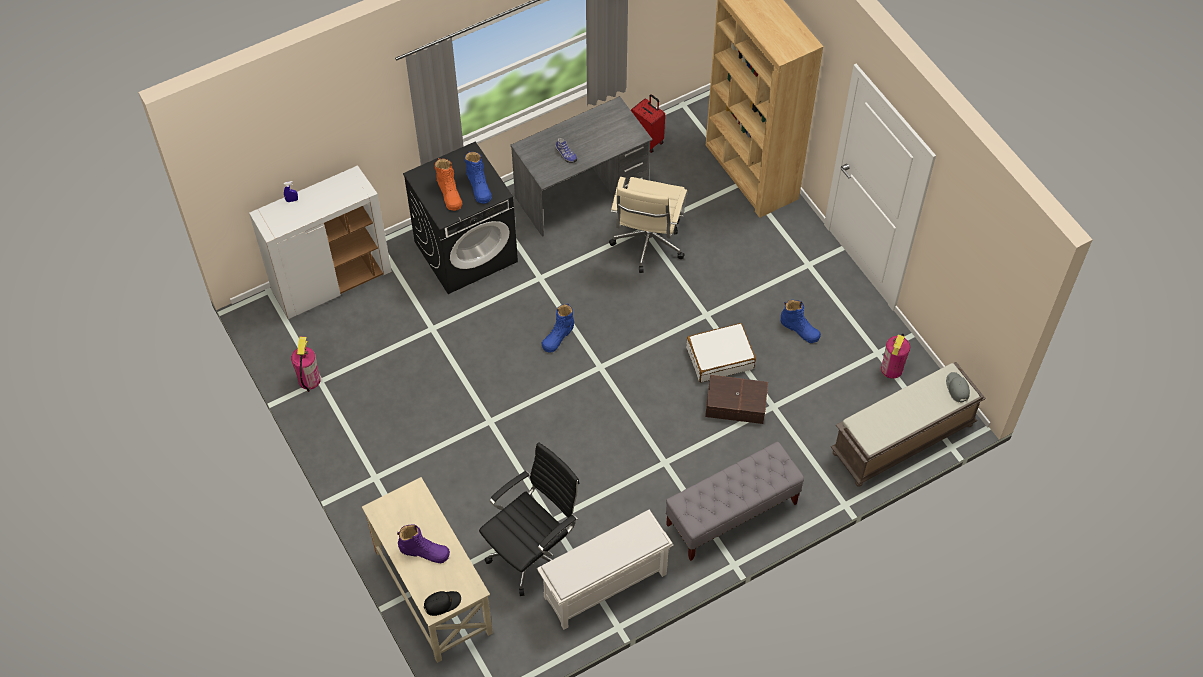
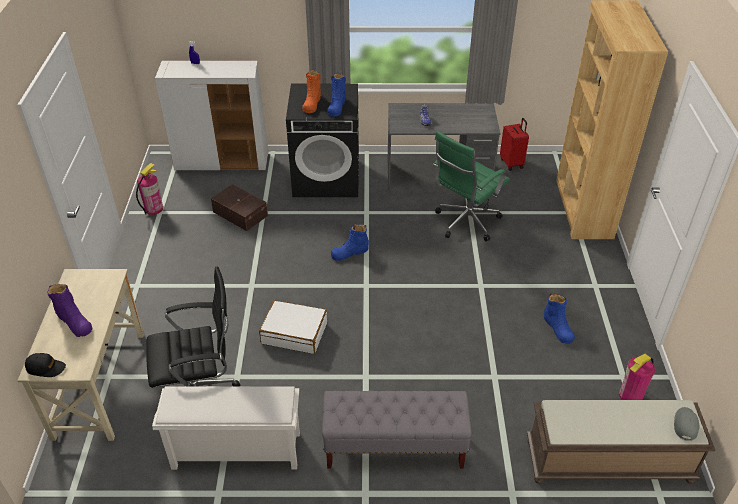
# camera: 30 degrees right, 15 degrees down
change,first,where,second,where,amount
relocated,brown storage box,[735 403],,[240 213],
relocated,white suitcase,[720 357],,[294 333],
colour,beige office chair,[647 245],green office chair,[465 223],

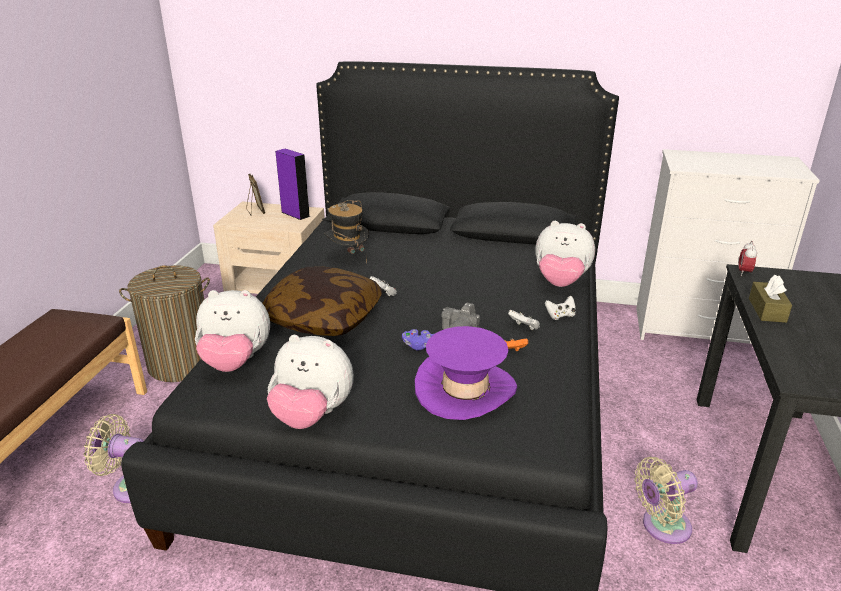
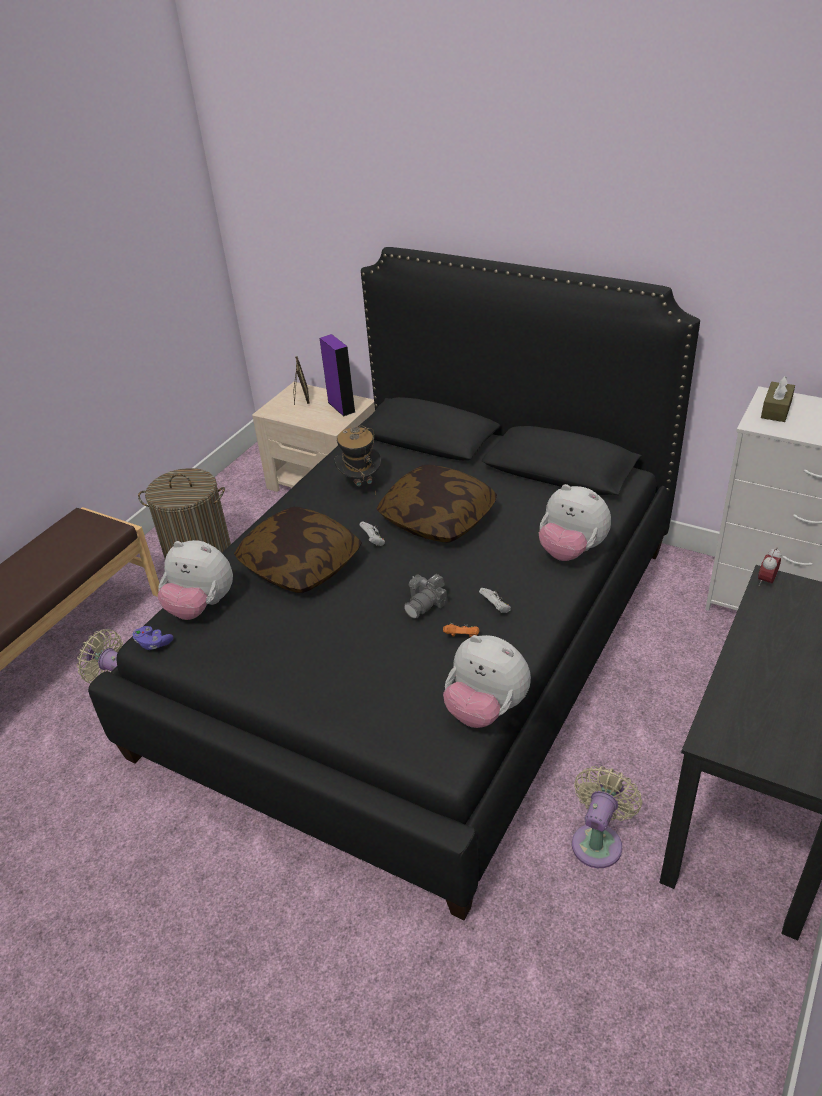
# camera: 20 degrees right, 10 degrees up
change,first,where,second,where,amount
relocated,purple game controller,[419 345],,[153 643],
appeared,,,pillow,[438 518],
relocated,plush toy,[312 415],,[486 709],
spun,beige fan,[662 526],,[599 841],120 degrees clockwise
relocated,brown tissue box,[767 310],,[776 409],
missing,purple hat,[465 389],,,
missing,white game controller,[560 316],,,

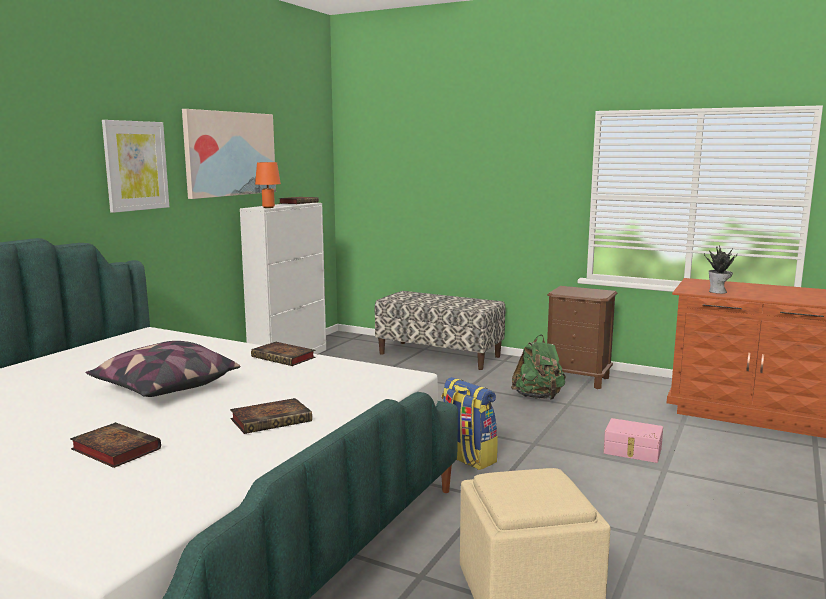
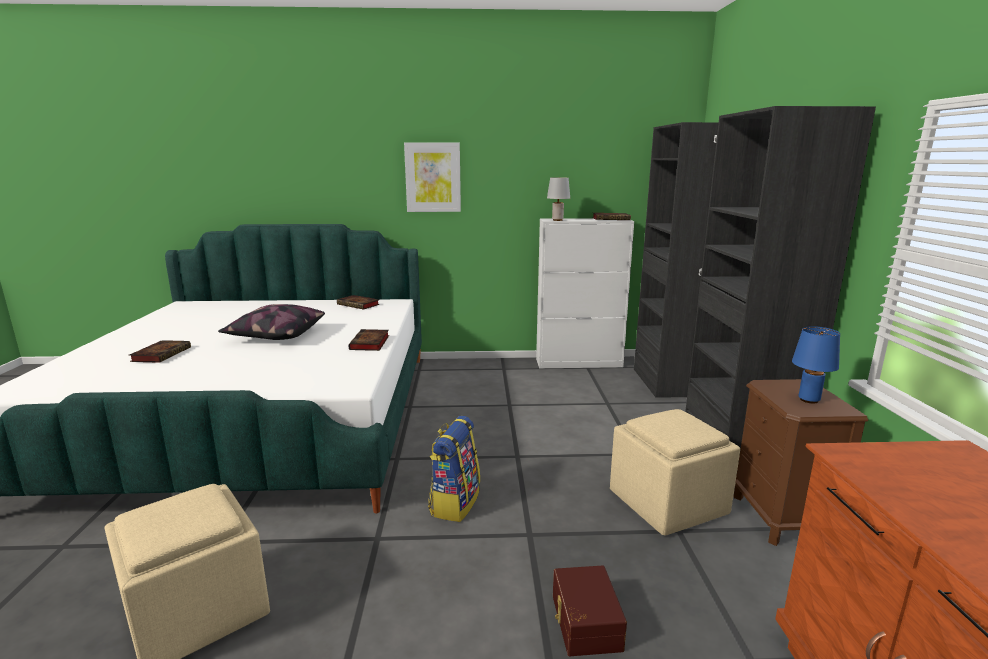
# camera: 60 degrees right, 5 degrees up
change,first,where,second,where,amount
relocated,book,[273 420],,[359 305],
colour,orange table lamp,[268 207],grey table lamp,[558 220],
colour,pink storage box,[632 451],brown storage box,[584 622],
exchanged,green backpack,[538 397],beige ottoman,[669 504],
exchanged,bench,[439 355],black wardrobe,[701 414],
appeared,,,blue table lamp,[808 400],
missing,picture,[230 153],,,
missing,potted plant,[718 292],,,

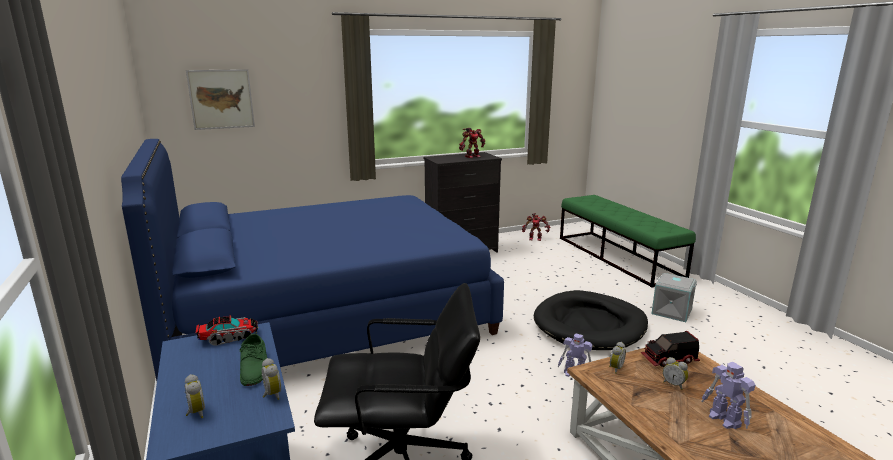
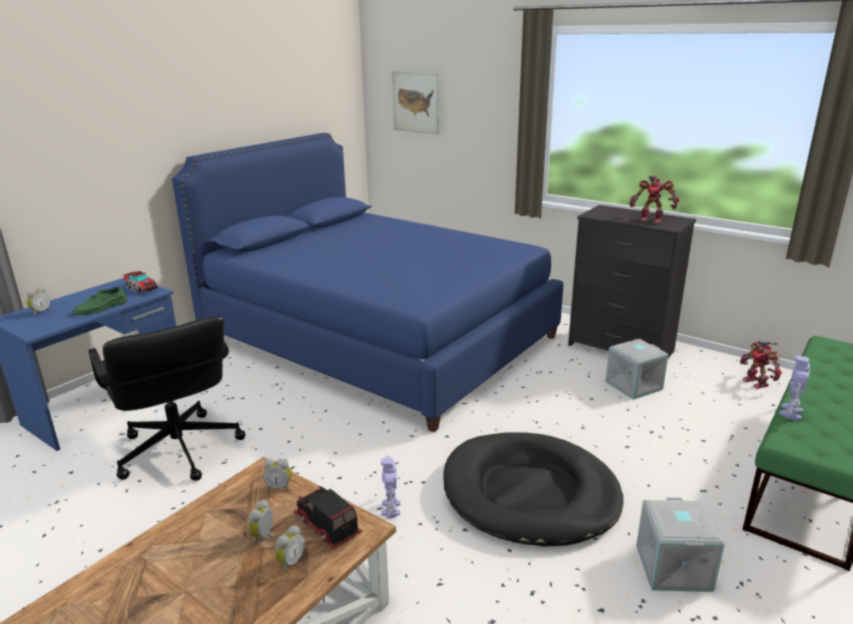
# camera: 60 degrees right, 5 degrees up
change,first,where,second,where,amount
relocated,alarm clock,[271 395],,[290 562],
appeared,,,grey storage box,[633 385],
relocated,toy robot,[725 420],,[791 413],

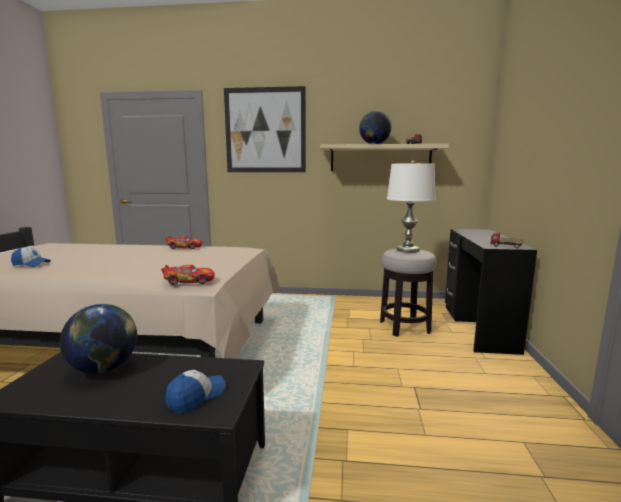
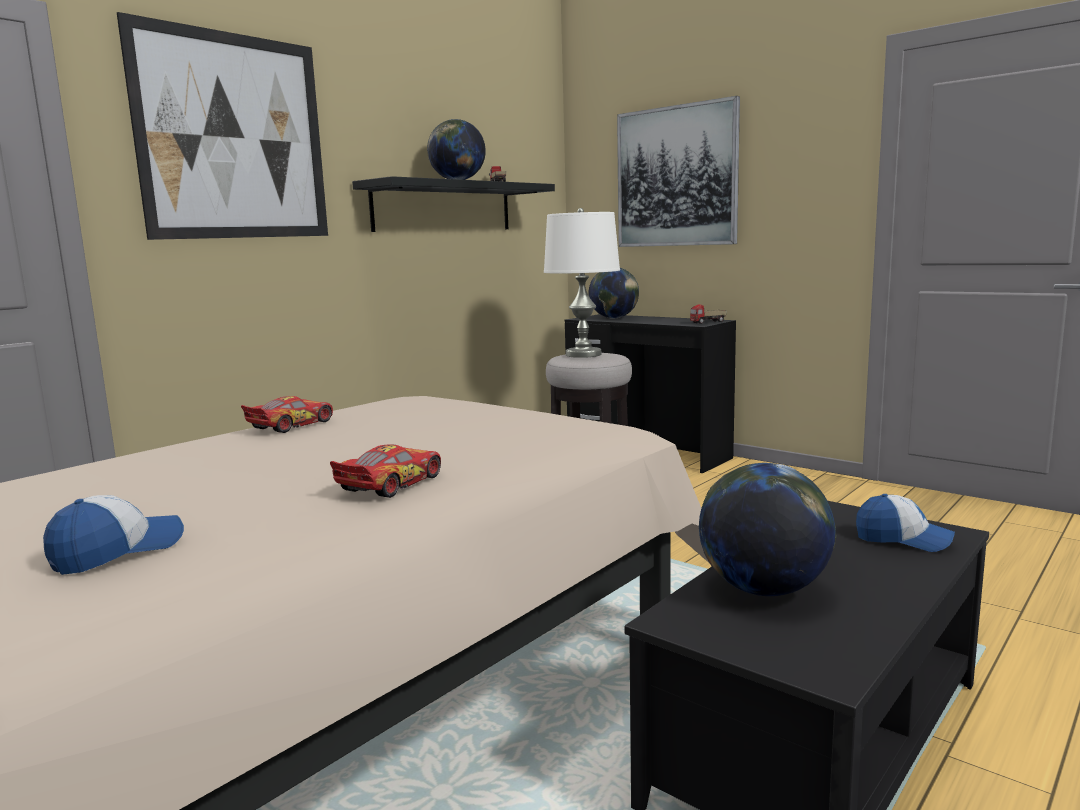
# camera: 55 degrees left, 0 degrees up
change,first,where,second,where,amount
relocated,toy car,[189 281],,[390 484],
colour,beige shelf,[380 158],black shelf,[443 207],
appeared,,,globe,[614 318],
appeared,,,picture,[676 177],
spun,cap,[196 397],,[903 539],135 degrees clockwise

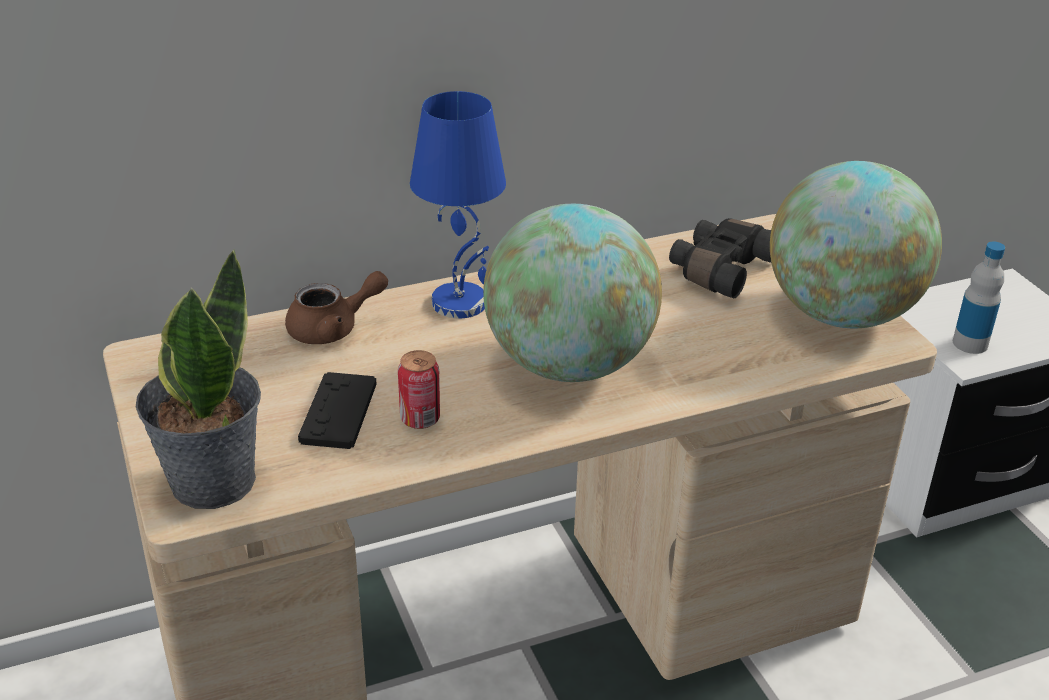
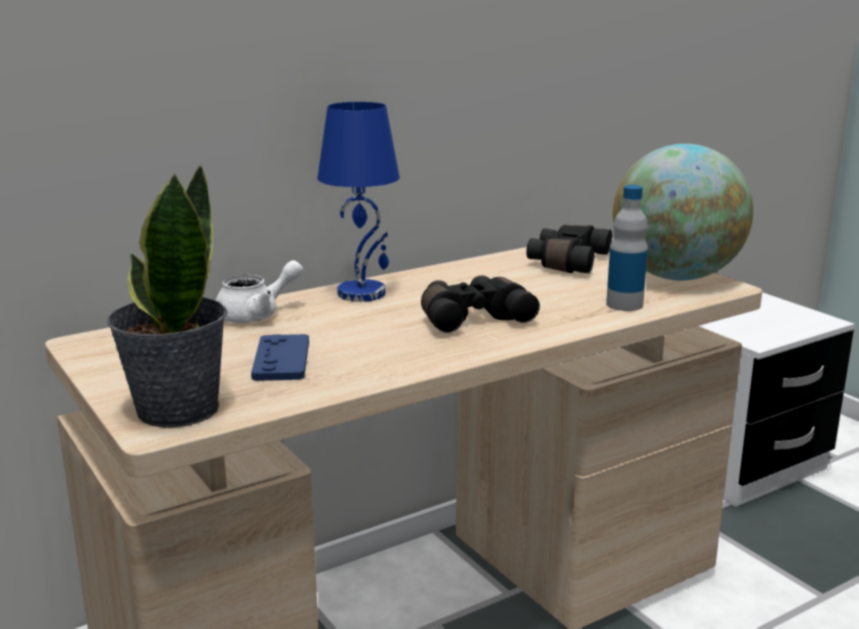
# camera: 10 degrees left, 15 degrees down
change,first,where,second,where,amount
colour,brown teapot,[333 329],white teapot,[257 315],
colour,black game controller,[338 412],blue game controller,[281 359],
exchanged,globe,[569 364],black binoculars,[472 318],
relocated,bottle,[970 343],,[624 304],
missing,can,[420 419],,,

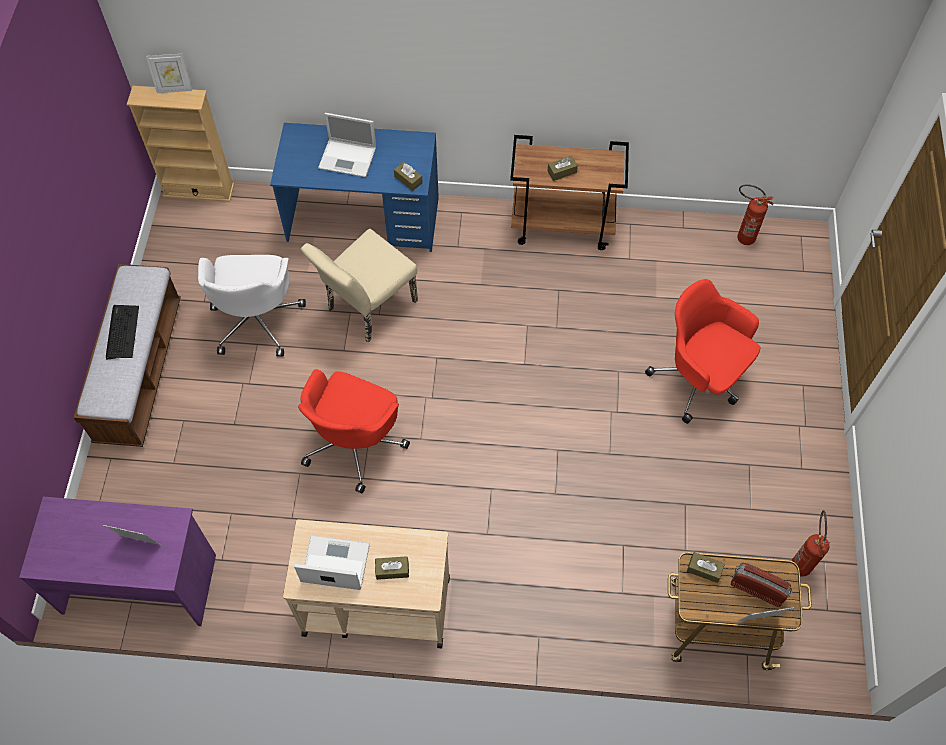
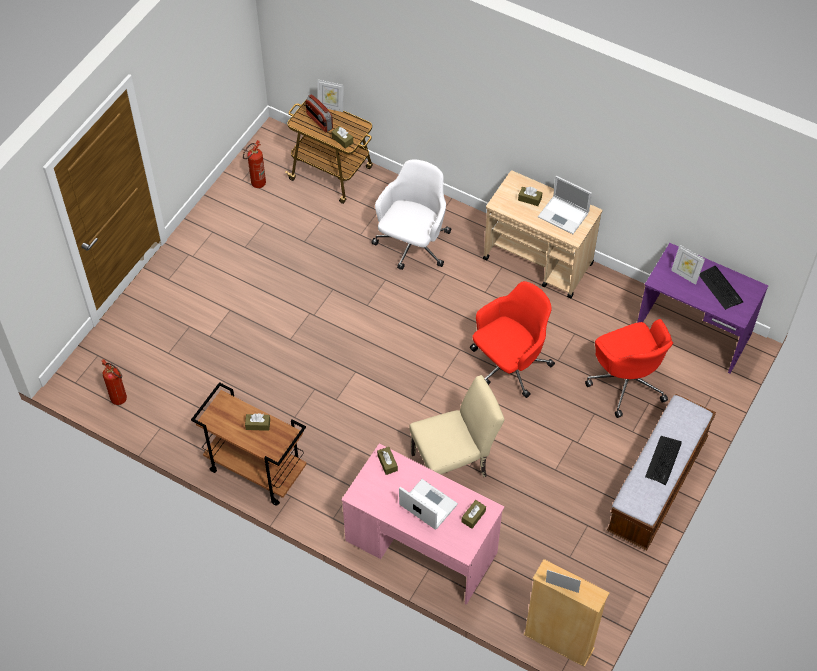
# camera: 155 degrees left, 5 degrees down
change,first,where,second,where,amount
colour,blue desk,[363 220],pink desk,[421 546],
relocated,white office chair,[257 320],,[412 245],
appeared,,,brown tissue box,[473 516],
relocated,red office chair,[699 379],,[626 381],
appeared,,,keyboard,[720 288],

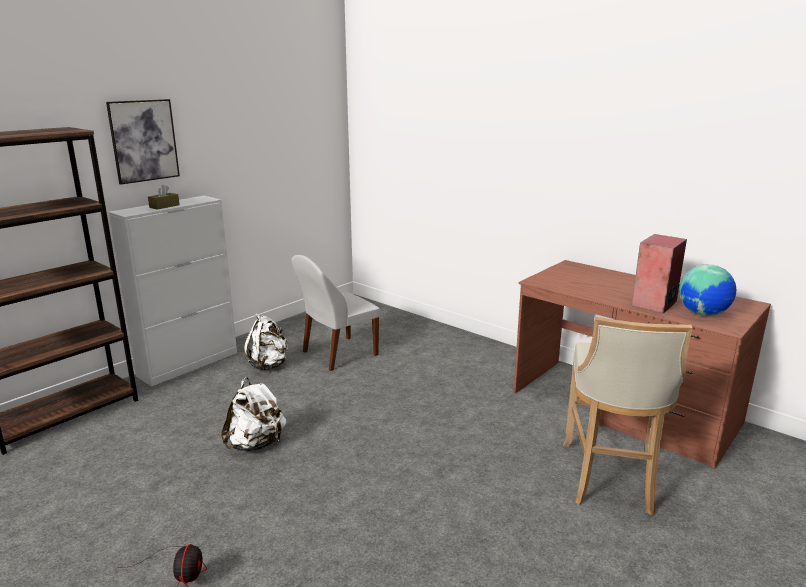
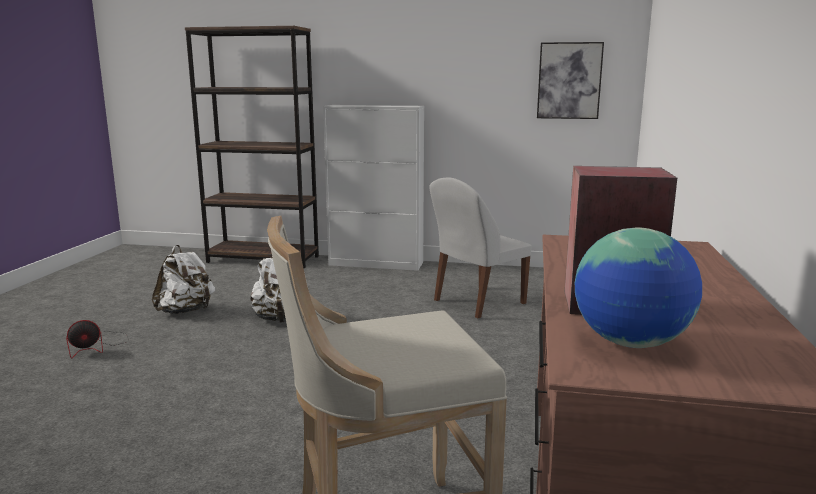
# camera: 60 degrees right, 5 degrees down
change,first,where,second,where,amount
relocated,white backpack,[269 365],,[186 311],
spun,white chair,[338 354],,[477 302],60 degrees counterclockwise
relocated,picture,[144 141],,[569 81],
missing,brown tissue box,[164 206],,,

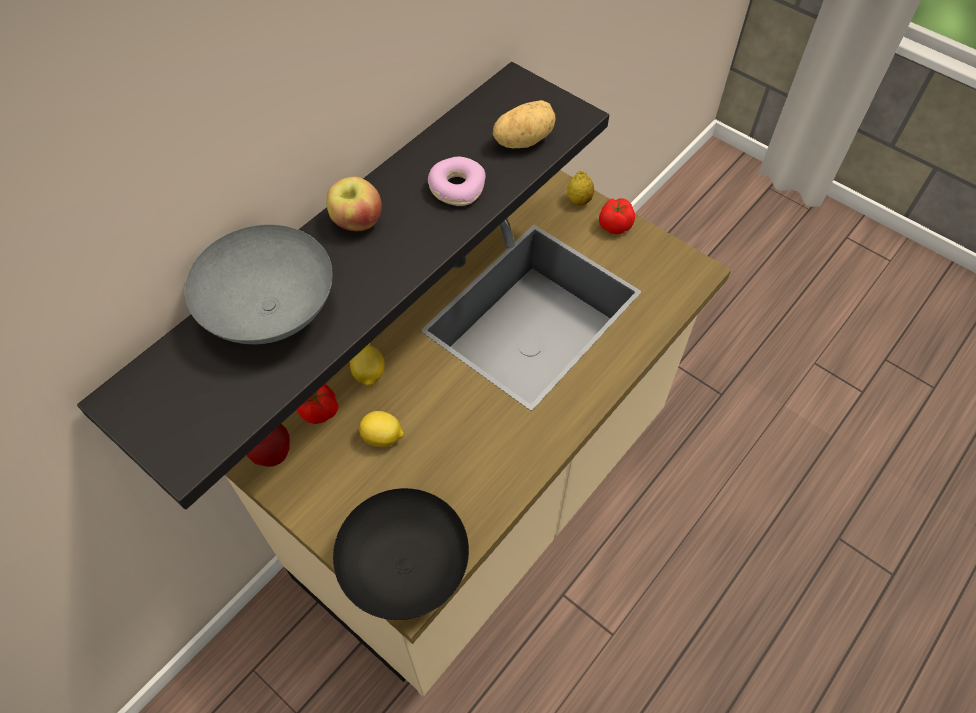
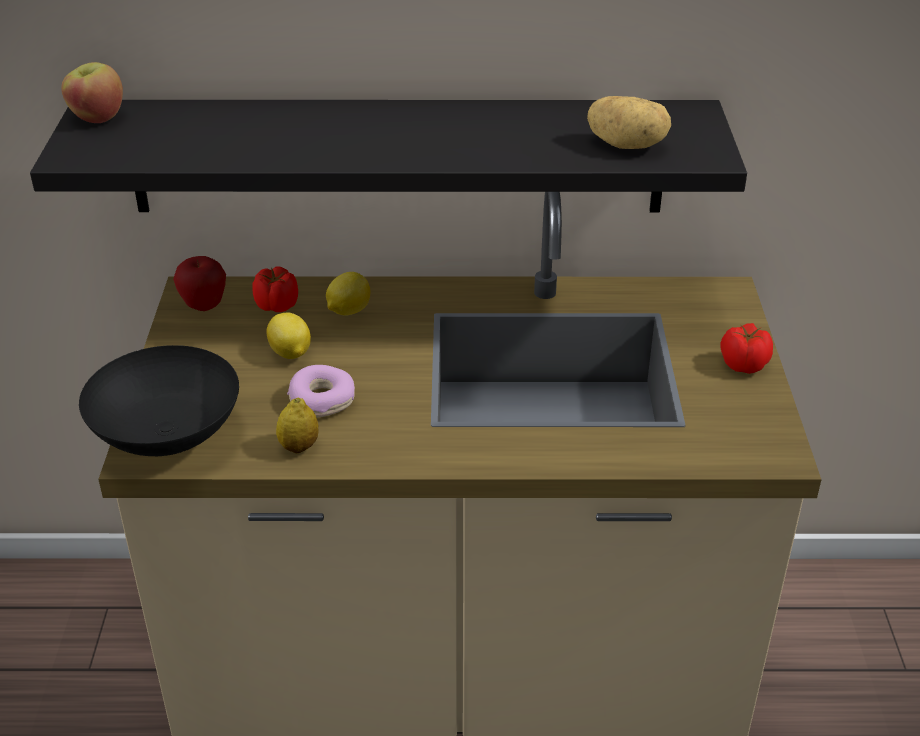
# camera: 50 degrees right, 20 degrees down
change,first,where,second,where,amount
relocated,apple,[357 222],,[97 117],
relocated,lemon,[579 200],,[299 447],
relocated,donut,[456 188],,[322 400],
missing,grey bowl,[272 310],,,

